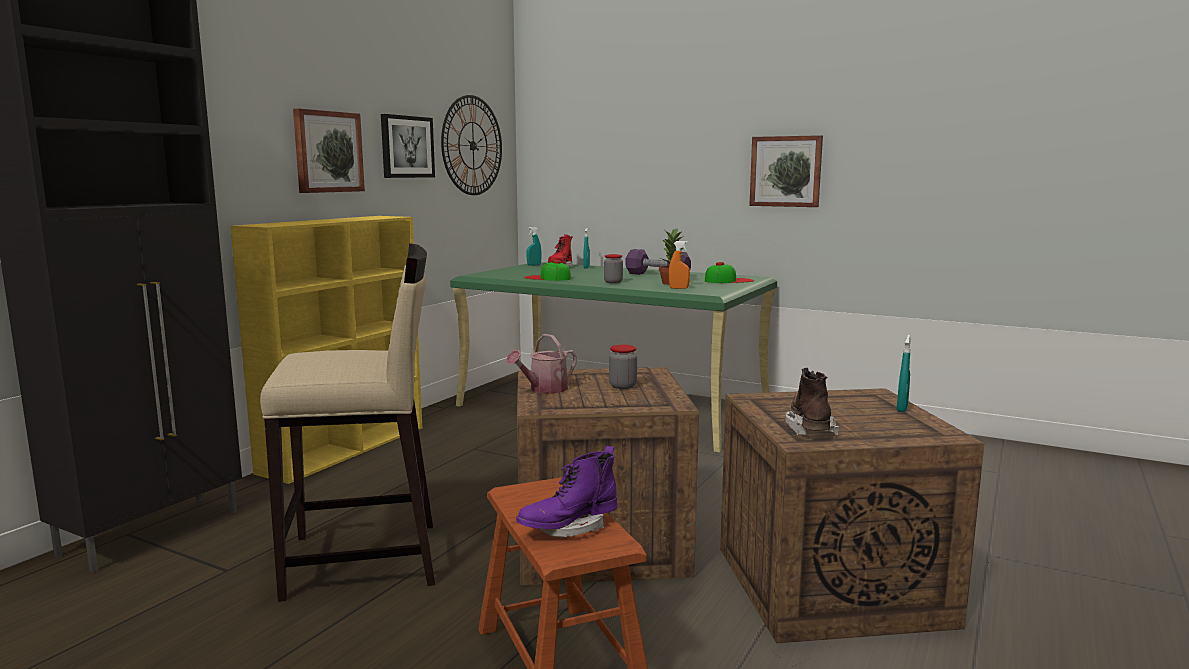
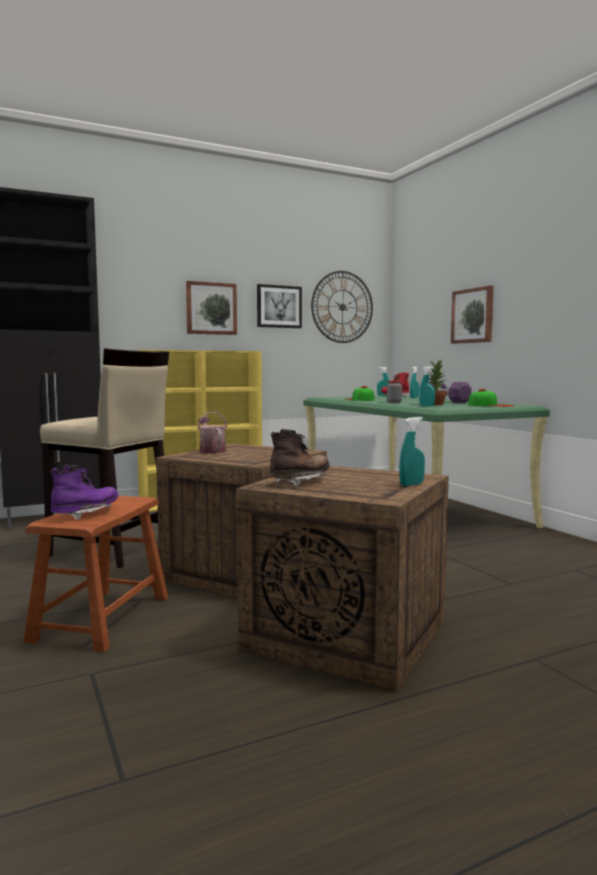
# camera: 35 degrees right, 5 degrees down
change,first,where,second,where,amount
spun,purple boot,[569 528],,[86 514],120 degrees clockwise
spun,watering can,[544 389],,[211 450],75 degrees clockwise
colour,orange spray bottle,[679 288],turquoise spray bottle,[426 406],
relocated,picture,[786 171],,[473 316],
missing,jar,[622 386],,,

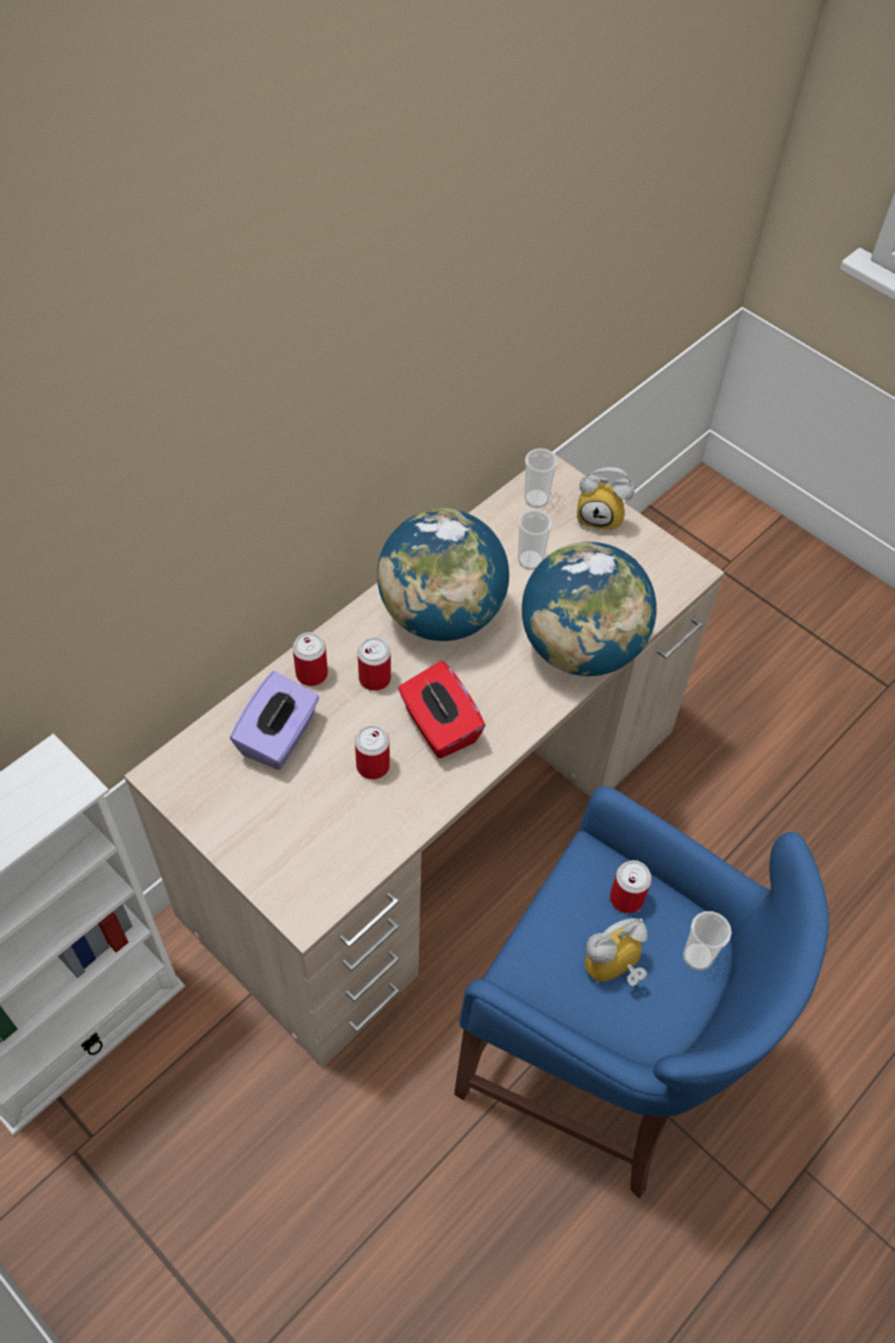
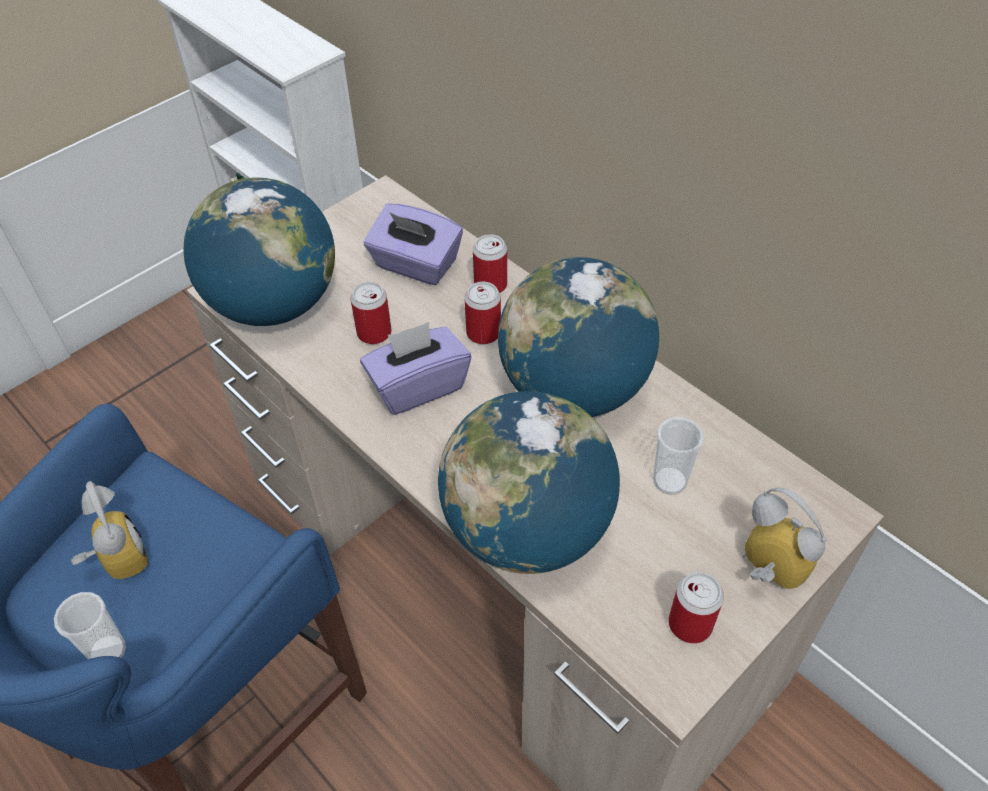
# camera: 95 degrees right, 5 degrees down
change,first,where,second,where,amount
appeared,,,globe,[274 305],
colour,red tissue box,[439 726],purple tissue box,[418 386],
relocated,can,[626 898],,[690 624],
spun,alarm clock,[601 516],,[765 572],120 degrees clockwise
missing,cup,[536 499],,,

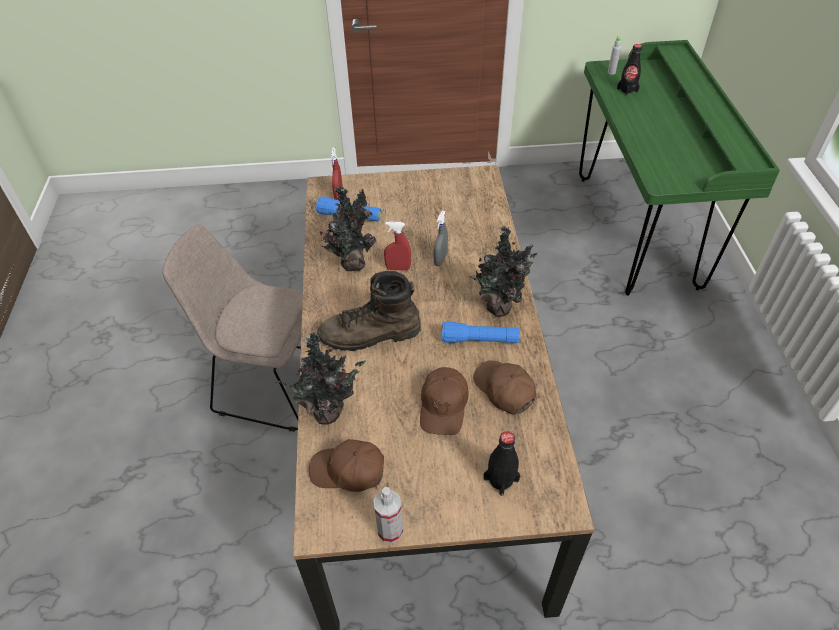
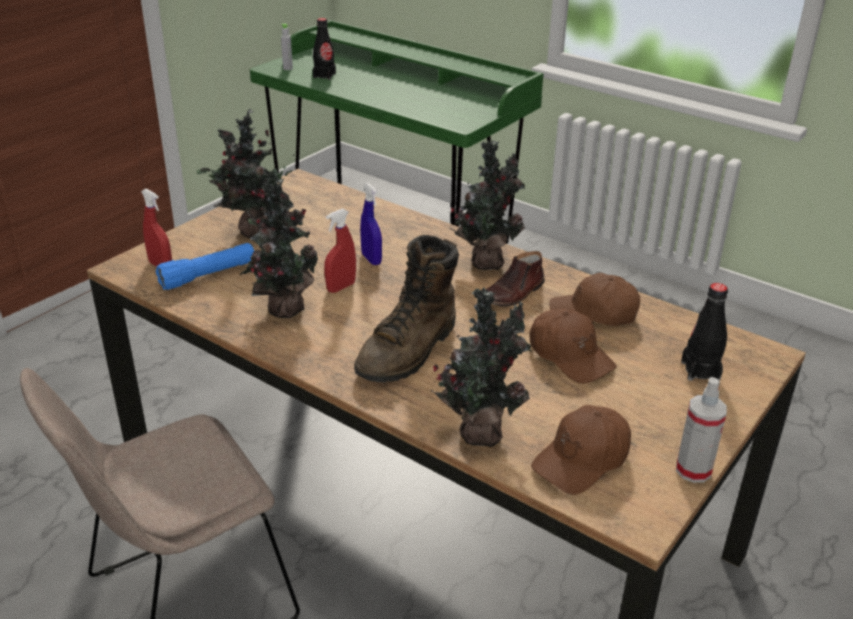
# camera: 50 degrees left, 15 degrees down
change,first,where,second,where,amount
appeared,,,potted plant,[252 232],
colour,grey spray bottle,[440 259],blue spray bottle,[371 259],
exchanged,blue flashlight,[479 340],brown shoe,[513 294],

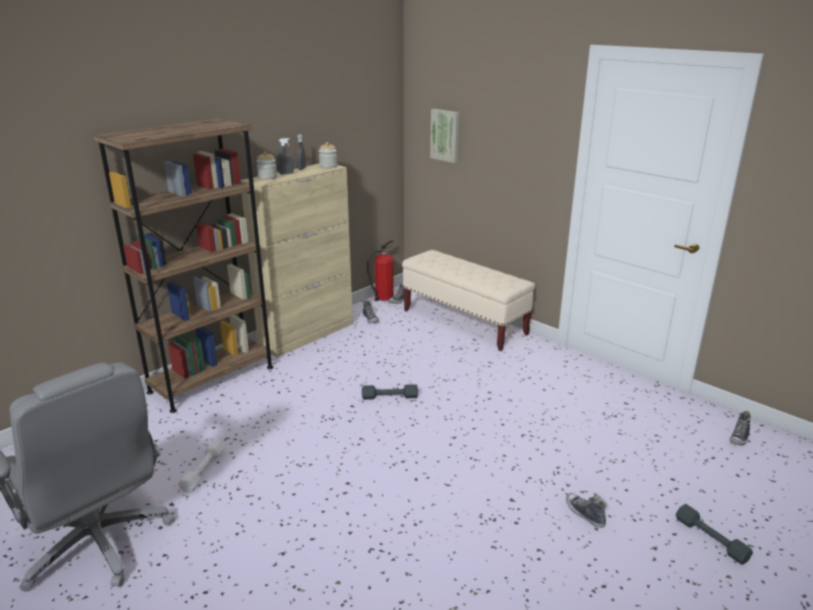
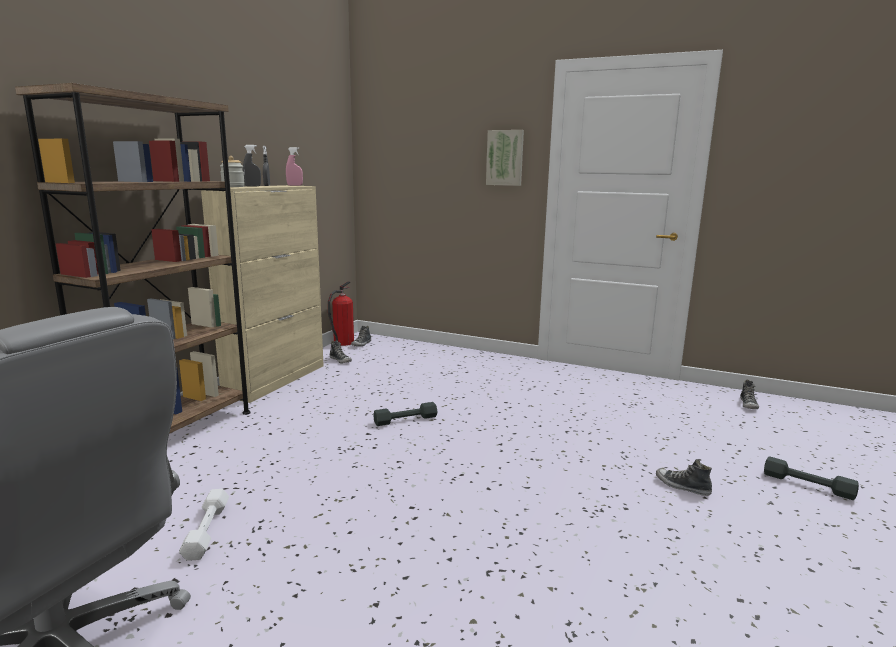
# camera: 20 degrees left, 10 degrees down
change,first,where,second,where,amount
exchanged,jar,[328 166],pink spray bottle,[295 185],
relocated,picture,[446 135],,[505 158],
missing,beige bench,[464 322],,,

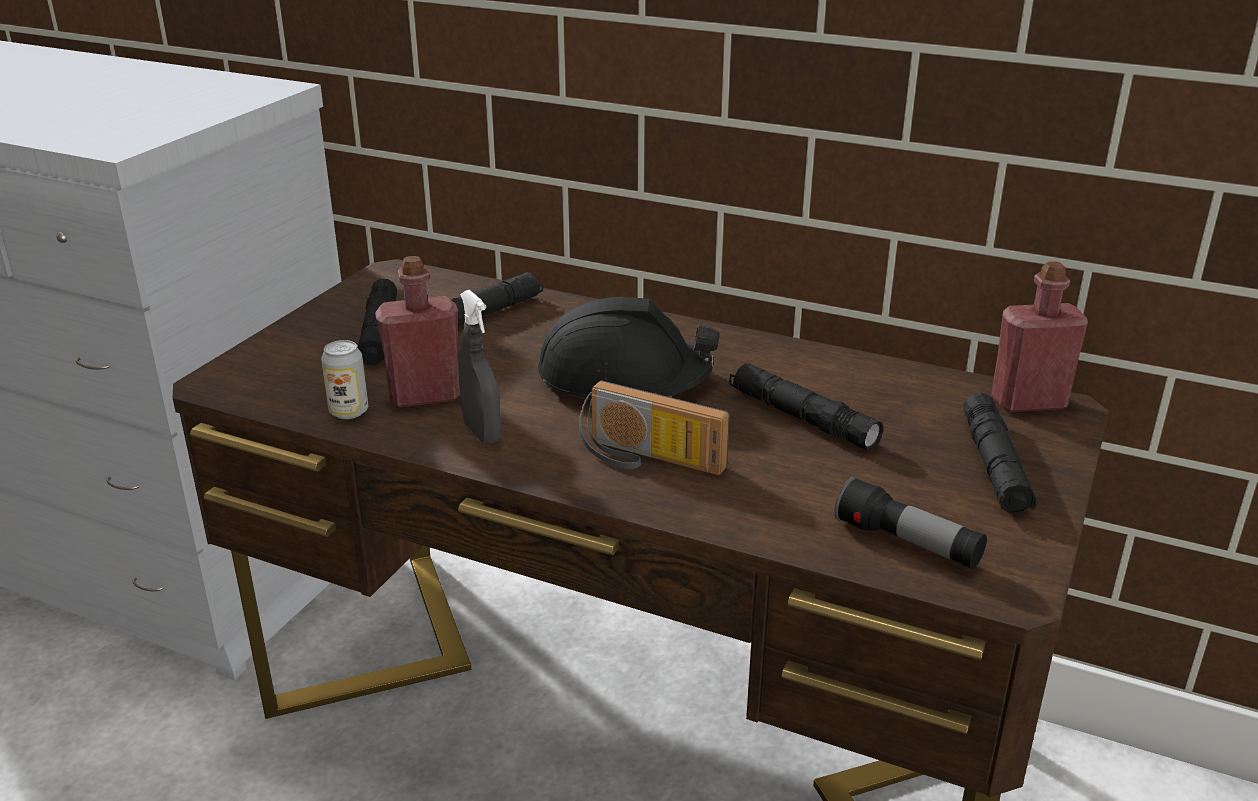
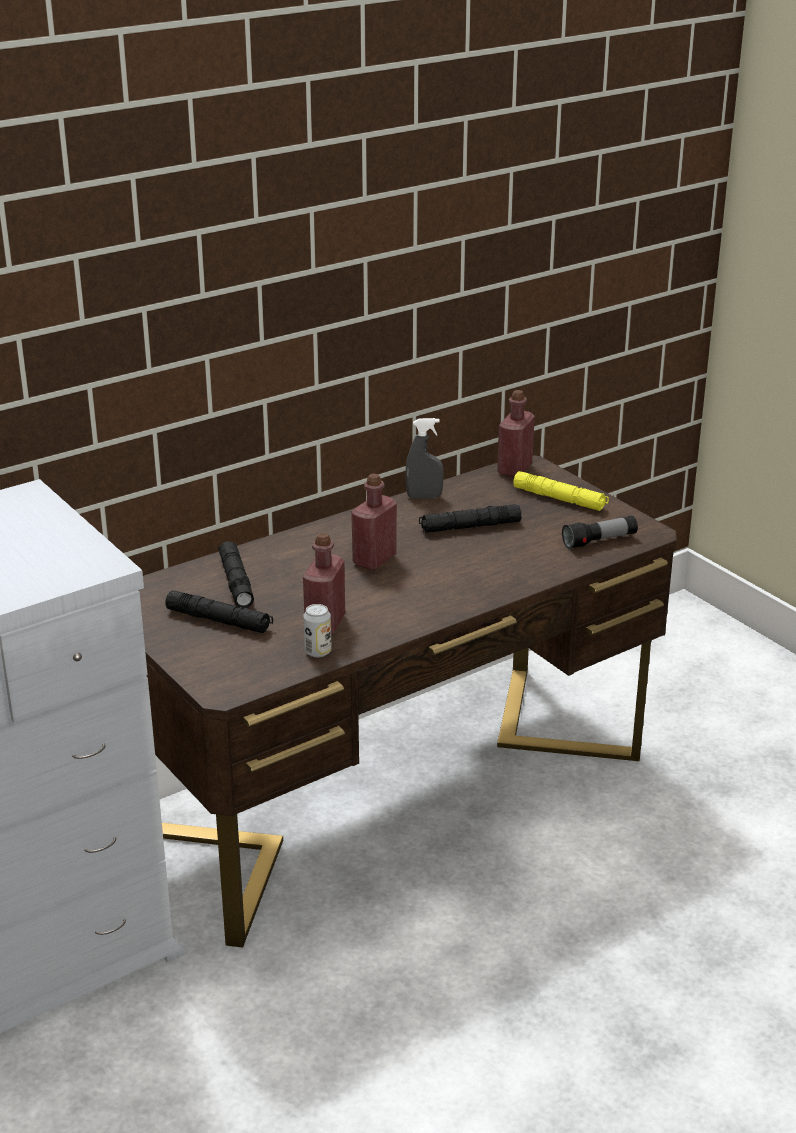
# camera: 60 degrees left, 0 degrees up
change,first,where,second,where,amount
exchanged,black hard hat,[624 379],red bottle,[374 560],
relocated,grey spray bottle,[482 433],,[424 497],
colour,black flashlight,[994 466],yellow flashlight,[559 499],
missing,radio,[647 460],,,

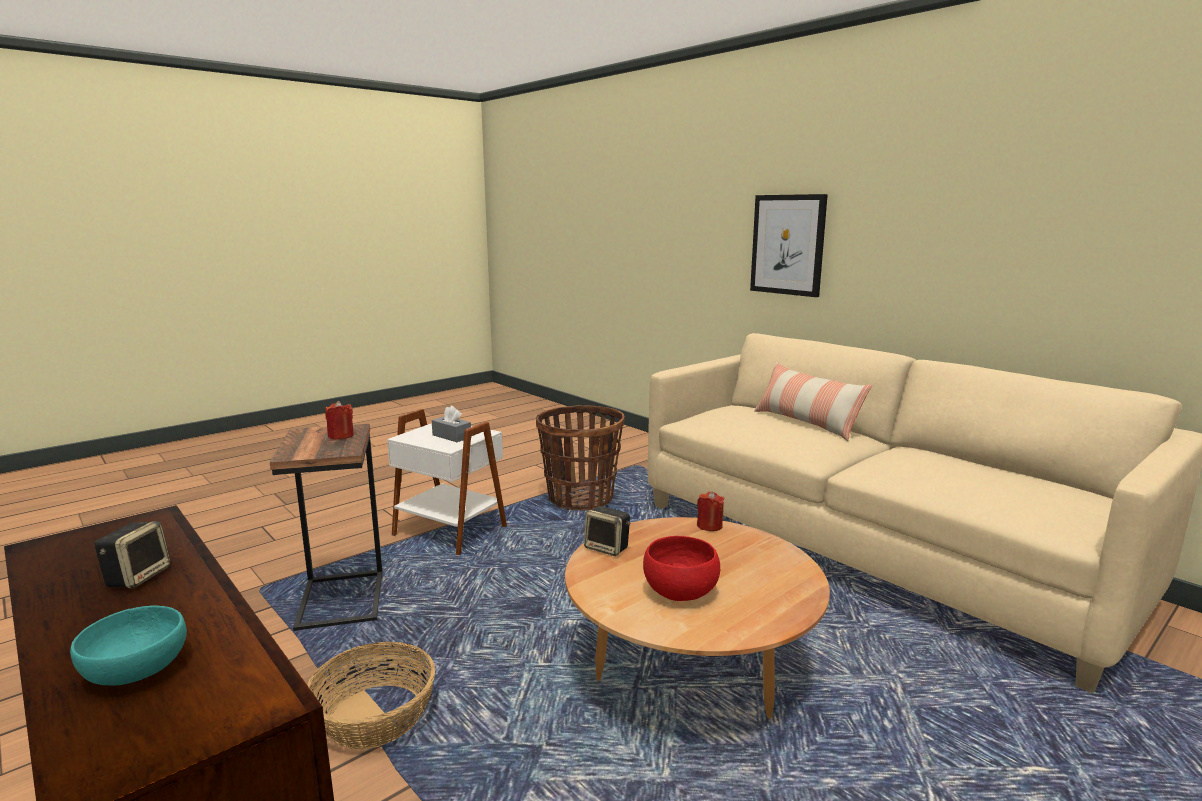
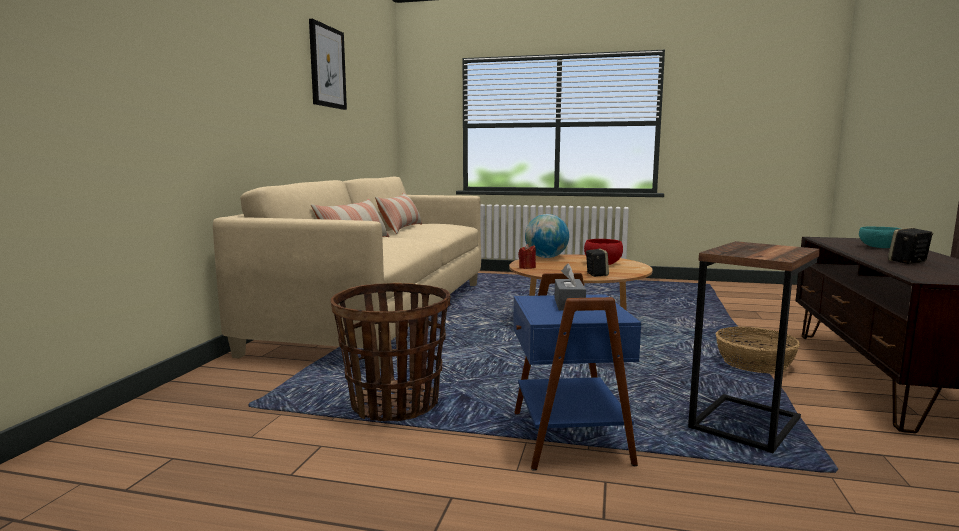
# camera: 125 degrees left, 5 degrees down
change,first,where,second,where,amount
relocated,picture,[788 245],,[327 67],
appeared,,,pillow,[401 228],
colour,white side table,[451 530],blue side table,[567 437],
appeared,,,globe,[546 257],
missing,red candle,[341 436],,,

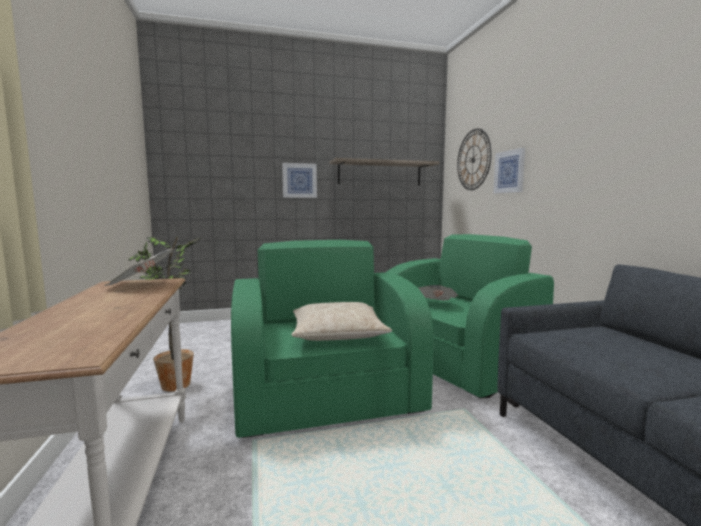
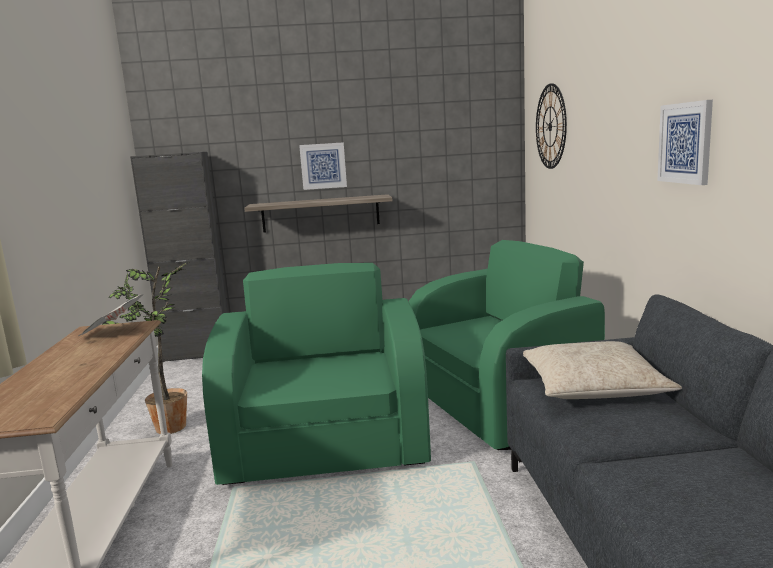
# camera: 10 degrees right, 5 degrees up
change,first,where,second,where,amount
appeared,,,black cabinet,[198 354],
relocated,shelf,[379 173],,[320 213],
relocated,beige pillow,[337 333],,[592 386],
relocated,picture,[509 171],,[685 143],
missing,newspaper,[437 304],,,

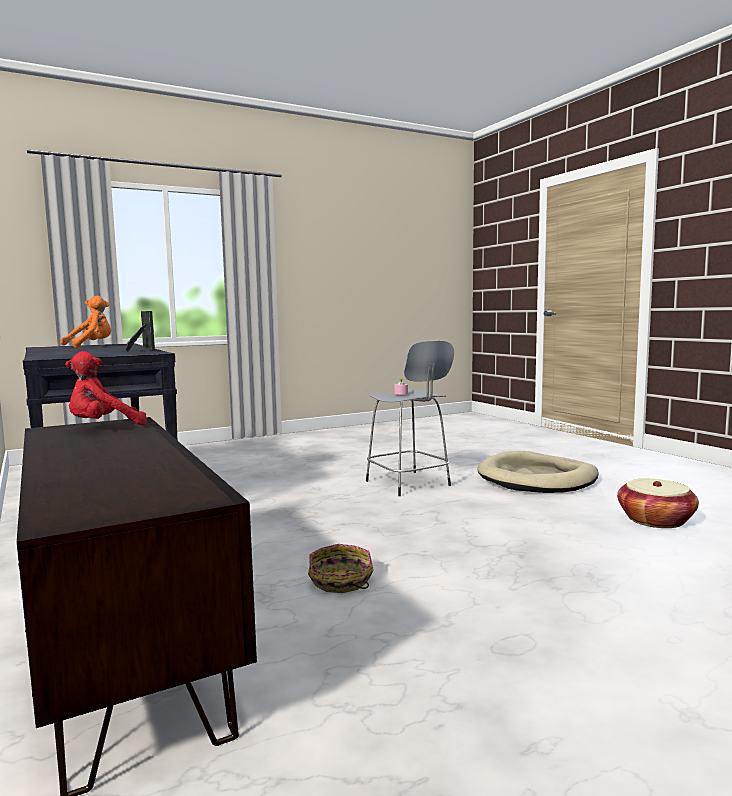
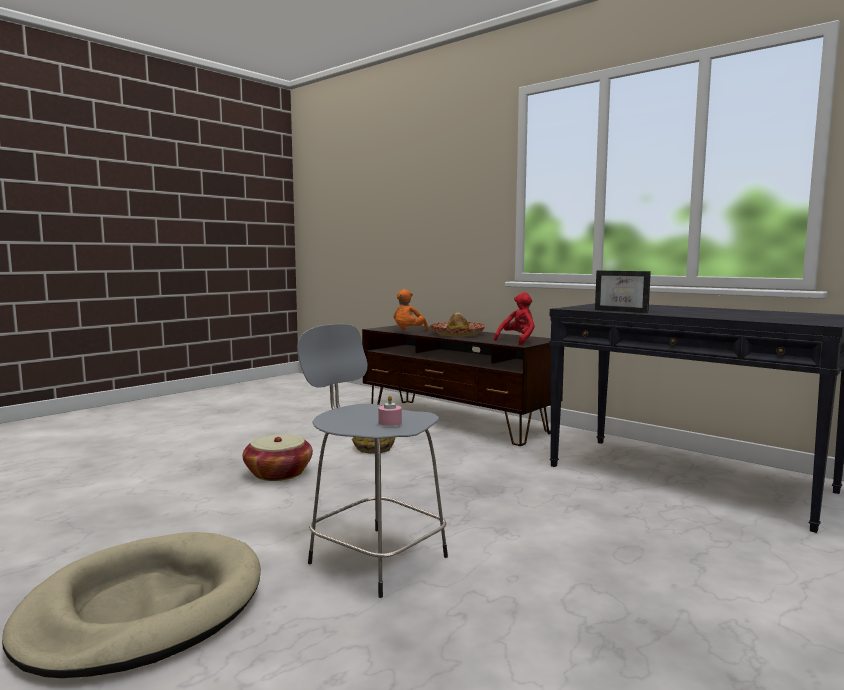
# camera: 160 degrees right, 0 degrees up
change,first,where,second,where,amount
relocated,basket,[655 520],,[278 473],
relocated,orange plush toy,[91 346],,[408 332],
appeared,,,hat,[457 334],

